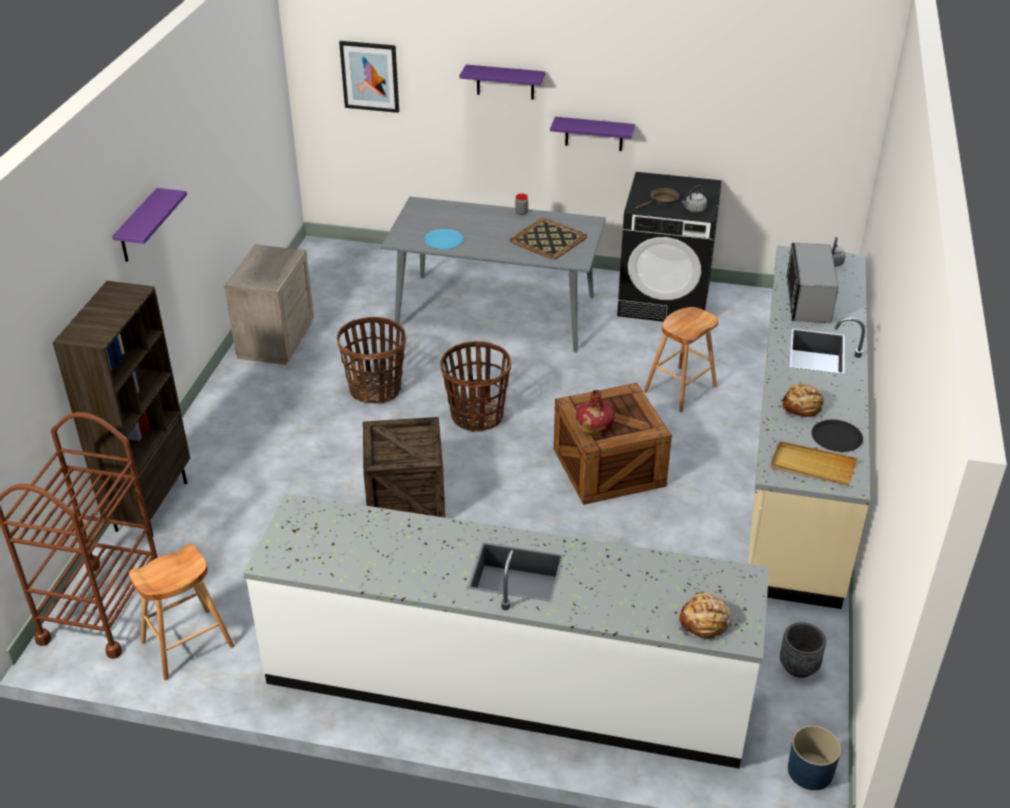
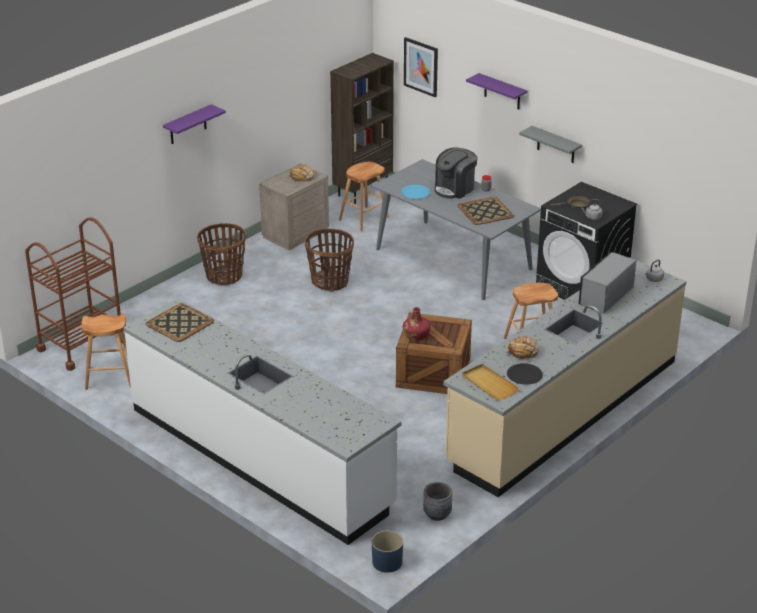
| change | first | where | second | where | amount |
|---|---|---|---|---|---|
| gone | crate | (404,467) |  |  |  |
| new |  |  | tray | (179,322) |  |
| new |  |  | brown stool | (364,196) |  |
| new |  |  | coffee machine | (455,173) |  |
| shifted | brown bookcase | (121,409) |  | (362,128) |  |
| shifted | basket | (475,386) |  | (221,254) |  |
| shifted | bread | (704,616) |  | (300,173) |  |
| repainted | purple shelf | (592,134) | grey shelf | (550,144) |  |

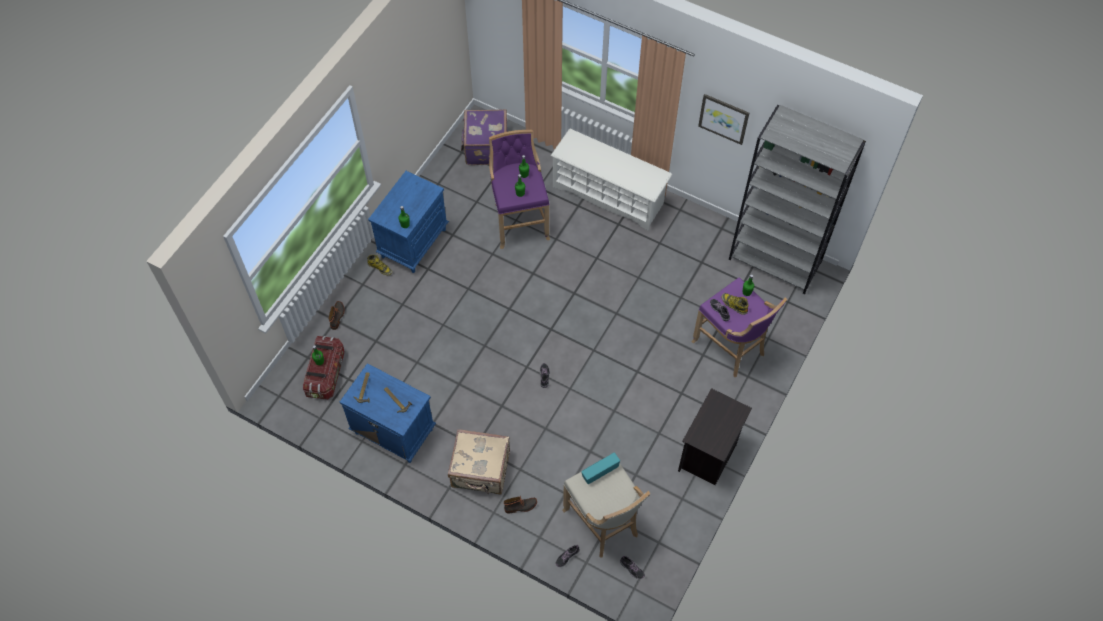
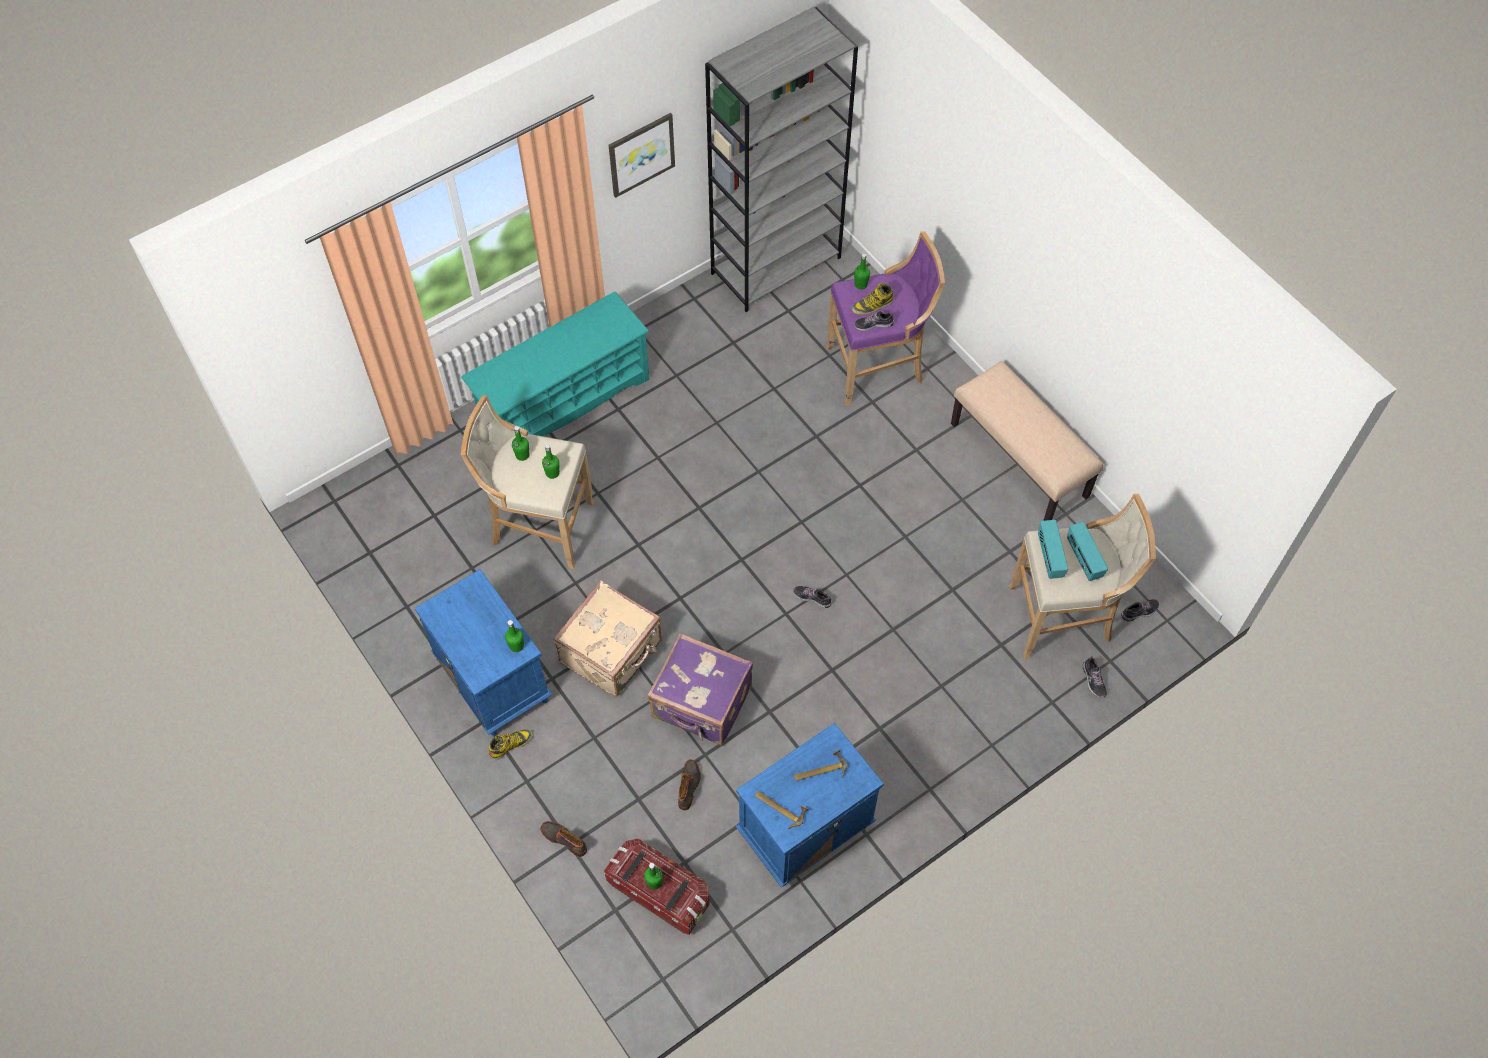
| change | first | where | second | where | amount |
|---|---|---|---|---|---|
| new |  |  | radio | (1087,551) |  |
| shifted | beige suitcase | (479,462) |  | (607,639) |  |
| shifted | purple suitcase | (484,137) |  | (700,690) |  |
| shifted | boot | (520,505) |  | (689,784) |  |
| swapped | black nightstand | (715,436) | beige bench | (1027,441) |  |
| repainted | purple stool | (519,189) | beige stool | (528,482) |  |
| repainted | white shoe rack | (611,180) | turquoise shoe rack | (555,364) |  |

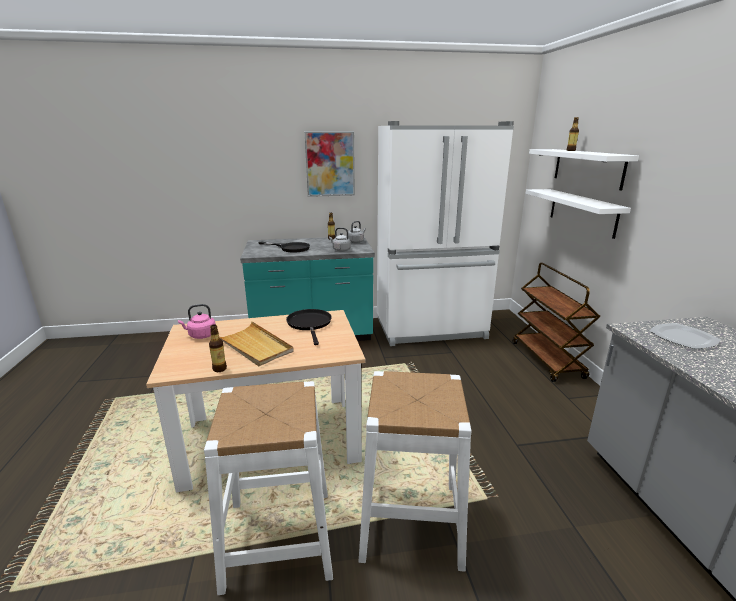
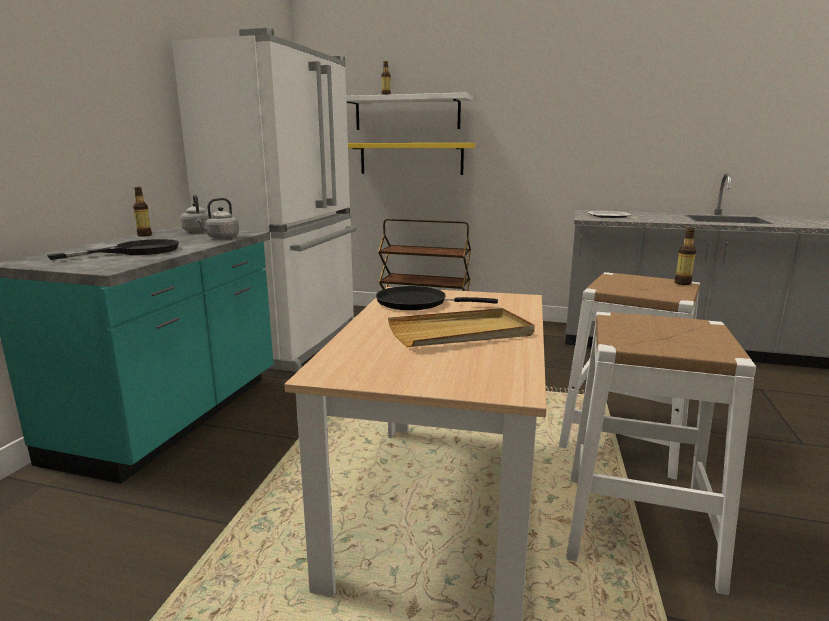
| change | first | where | second | where | amount |
|---|---|---|---|---|---|
| gone | pink kettle | (197,321) |  |  |  |
| gone | picture | (330,164) |  |  |  |
| shifted | bottle | (218,348) |  | (685,256) |  |
| repainted | white shelf | (578,214) | yellow shelf | (411,159) |  |

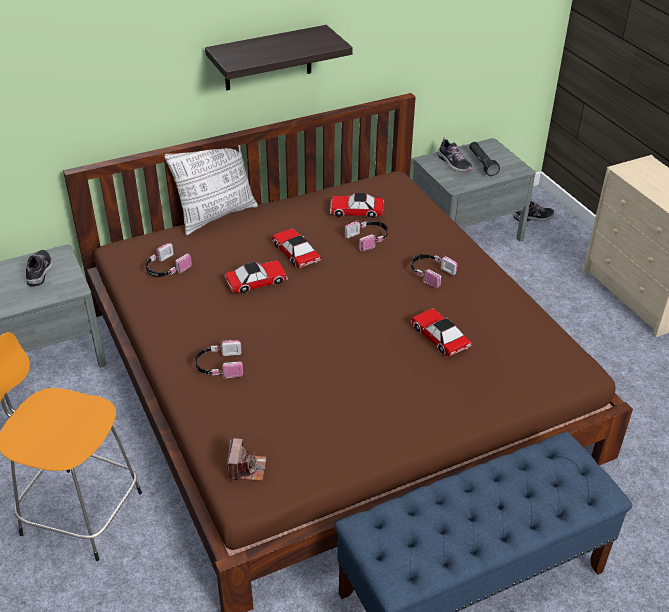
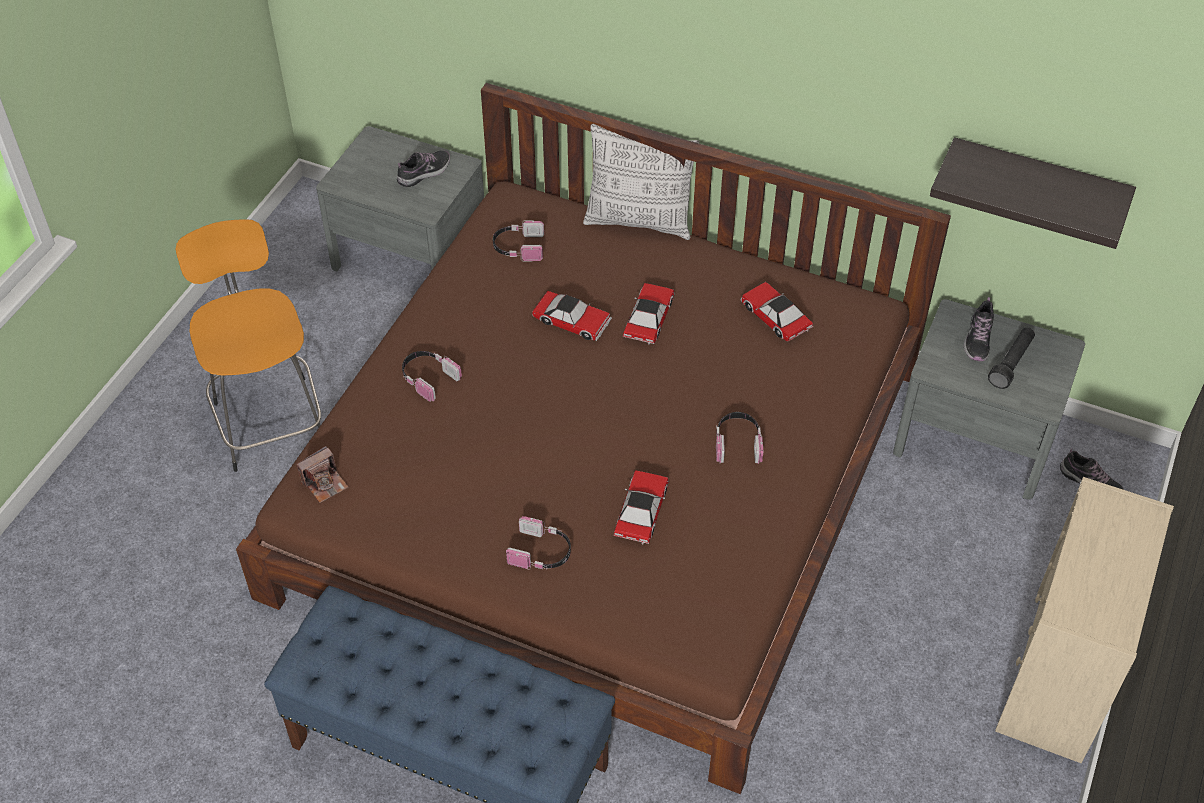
| change | first | where | second | where | amount |
|---|---|---|---|---|---|
| shifted | shelf | (279,57) |  | (1033,193) |  |
| shifted | headphones | (366,236) |  | (538,542) |  |

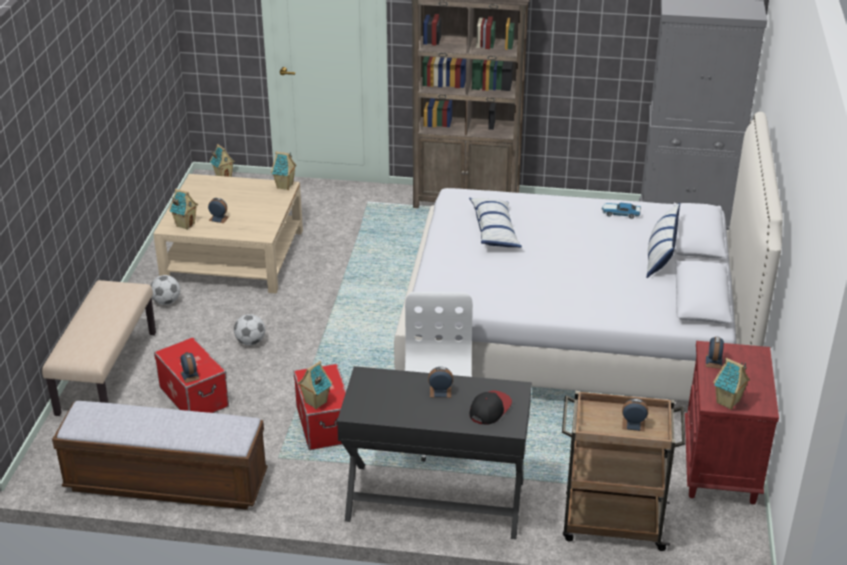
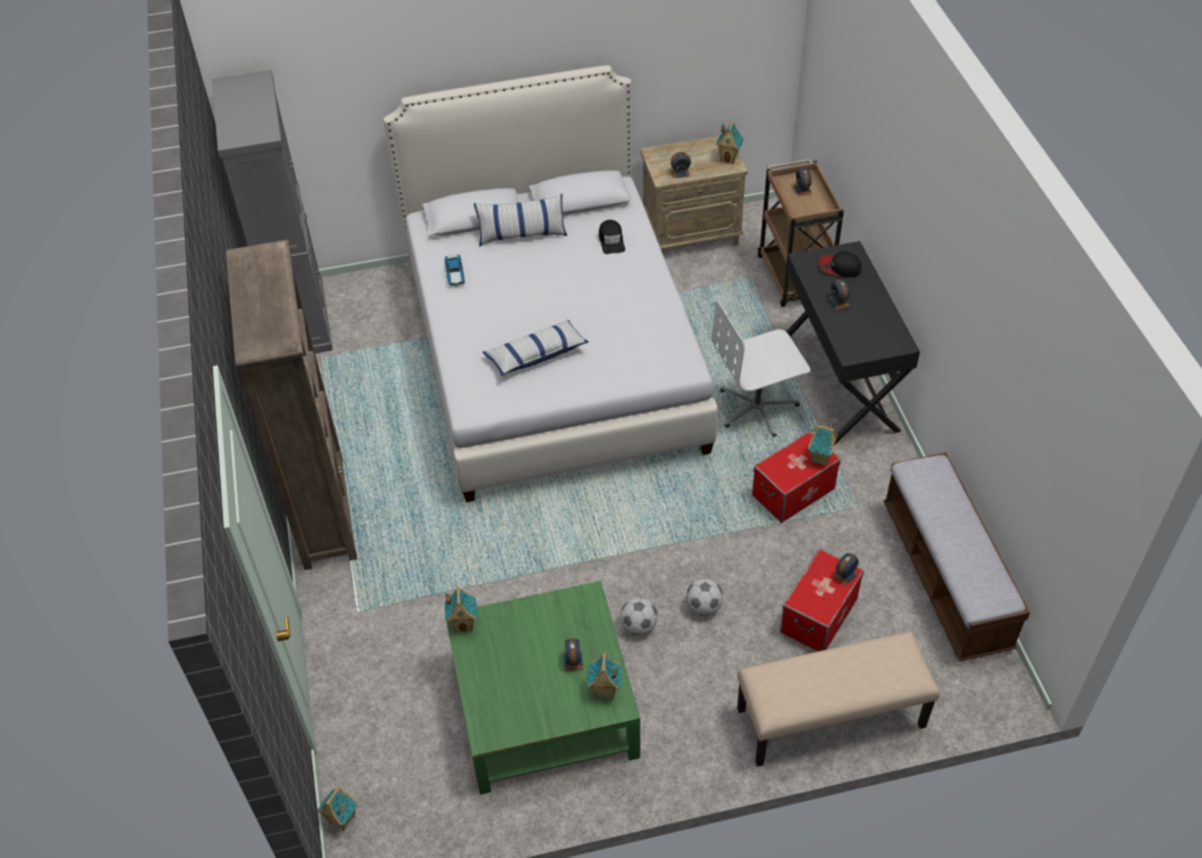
| change | first | where | second | where | amount |
|---|---|---|---|---|---|
| new |  |  | black cap | (612,237) |  |
| shifted | football | (165,290) |  | (639,616) |  |
| repainted | beige coffee table | (228,234) | green coffee table | (543,688) |  |
| repainted | red nightstand | (732,422) | beige nightstand | (694,194) |  |

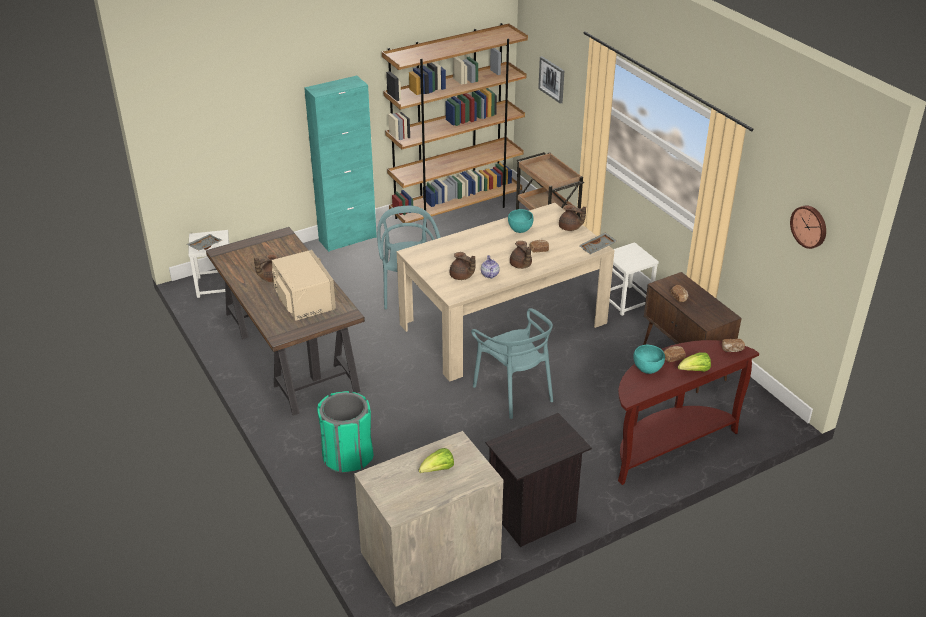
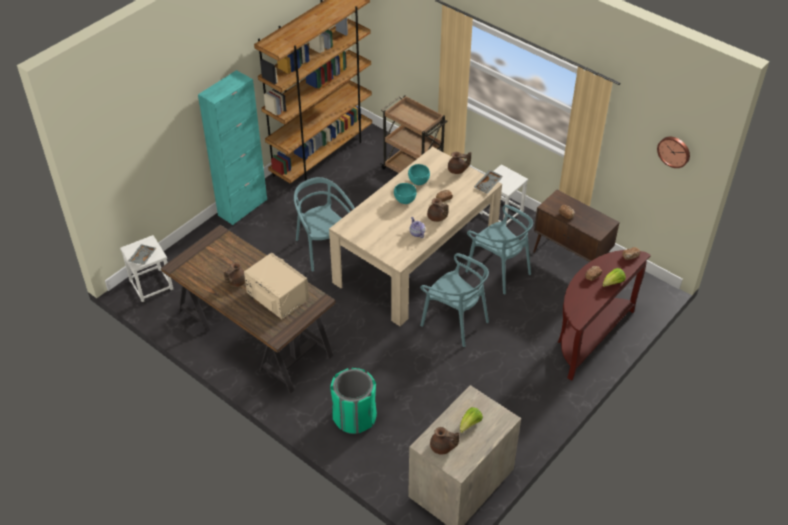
| change | first | where | second | where | amount |
|---|---|---|---|---|---|
| gone | black nightstand | (539,480) |  |  |  |
| gone | picture | (551,80) |  |  |  |
| new |  |  | turquoise chair | (499,249) |  |
| shifted | brown teapot | (463,266) |  | (445,441) |  |
| shifted | turquoise bowl | (649,359) |  | (405,193) |  |

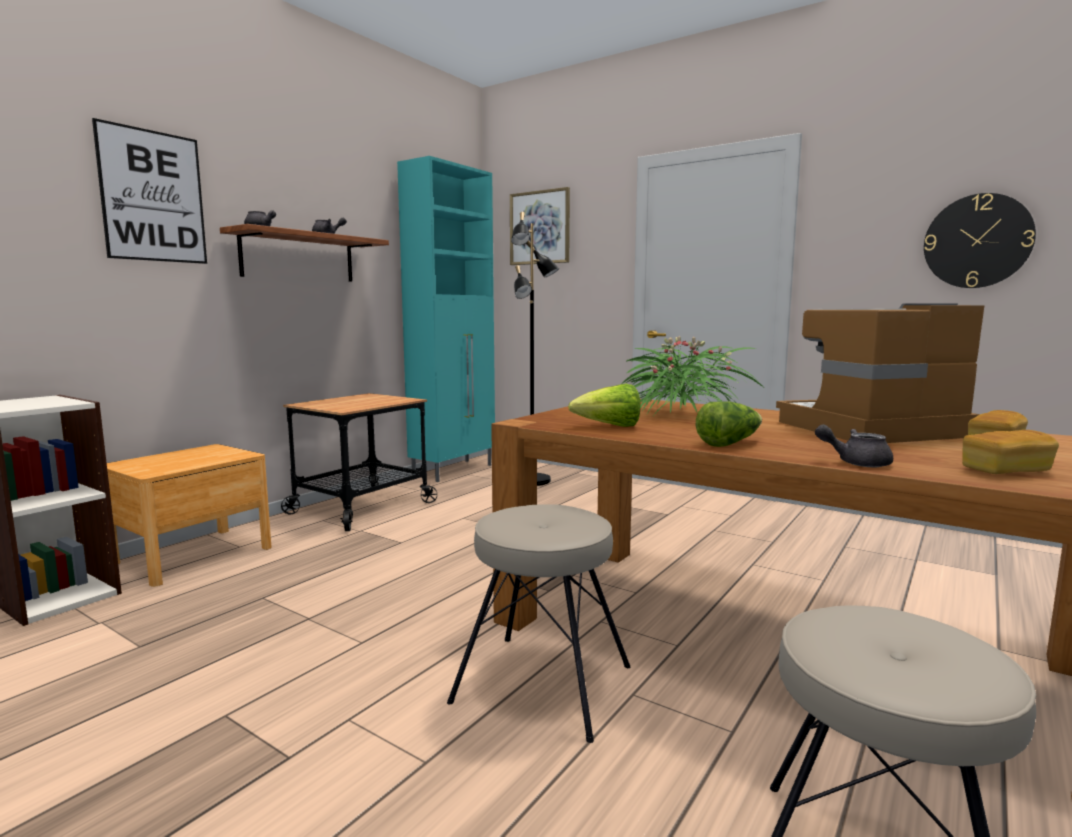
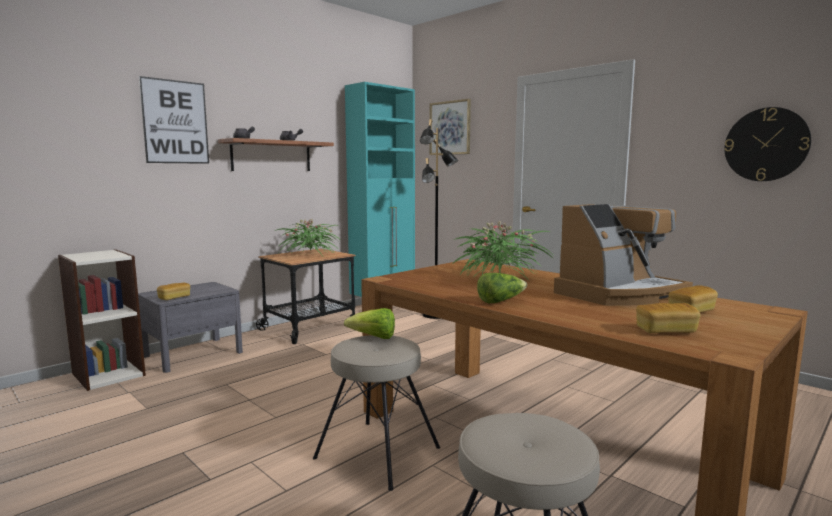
| change | first | where | second | where | amount |
|---|---|---|---|---|---|
| gone | grey teapot | (854,445) |  |  |  |
| new |  |  | bread | (173,291) |  |
| new |  |  | potted plant | (307,237) |  |
| shifted | lettuce | (604,405) |  | (369,323) |  |
| repainted | brown nightstand | (189,515) | grey nightstand | (190,327) |  |
| rotated | coffee machine | (880,373) |  | (623,255) | 150 degrees clockwise |

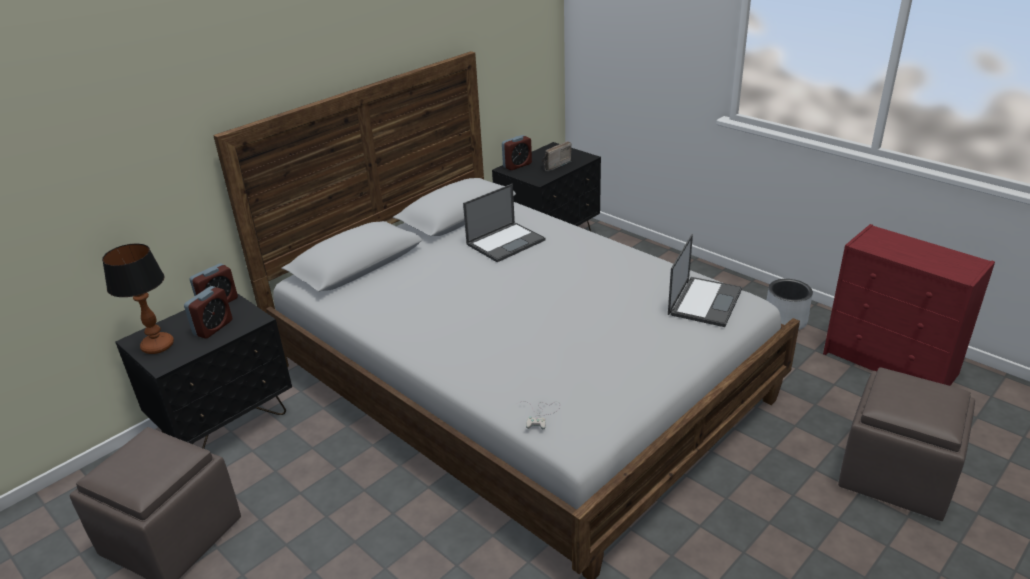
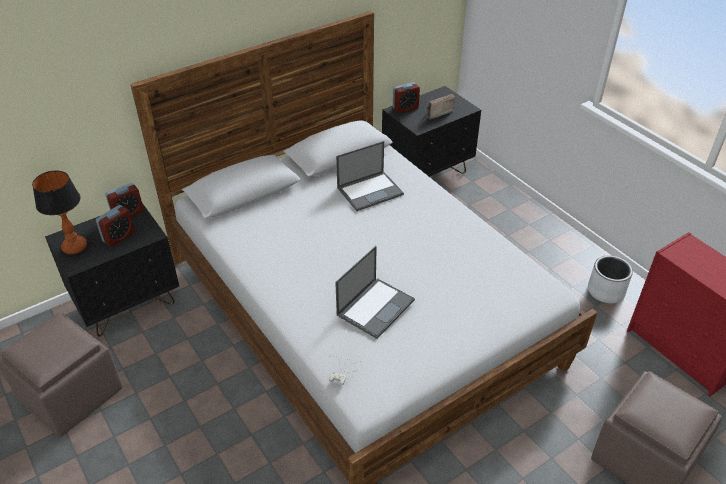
| change | first | where | second | where | amount |
|---|---|---|---|---|---|
| shifted | laptop | (705,280) |  | (375,292) |  |

